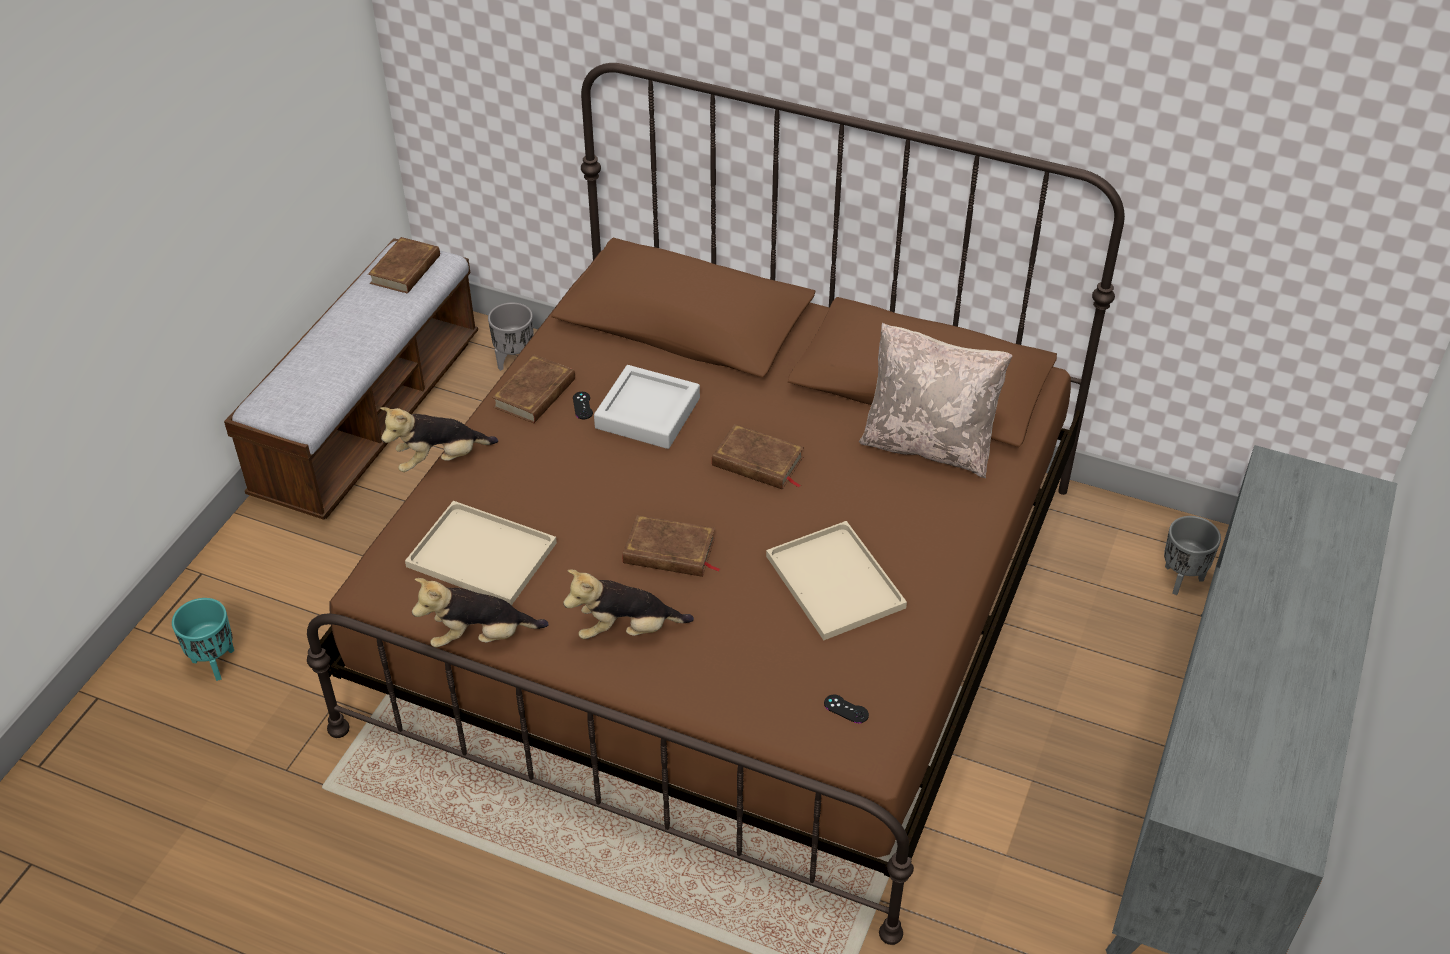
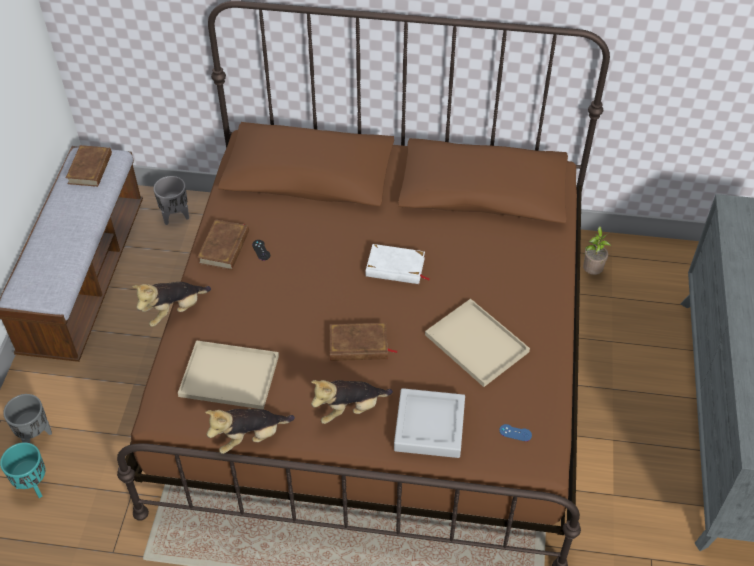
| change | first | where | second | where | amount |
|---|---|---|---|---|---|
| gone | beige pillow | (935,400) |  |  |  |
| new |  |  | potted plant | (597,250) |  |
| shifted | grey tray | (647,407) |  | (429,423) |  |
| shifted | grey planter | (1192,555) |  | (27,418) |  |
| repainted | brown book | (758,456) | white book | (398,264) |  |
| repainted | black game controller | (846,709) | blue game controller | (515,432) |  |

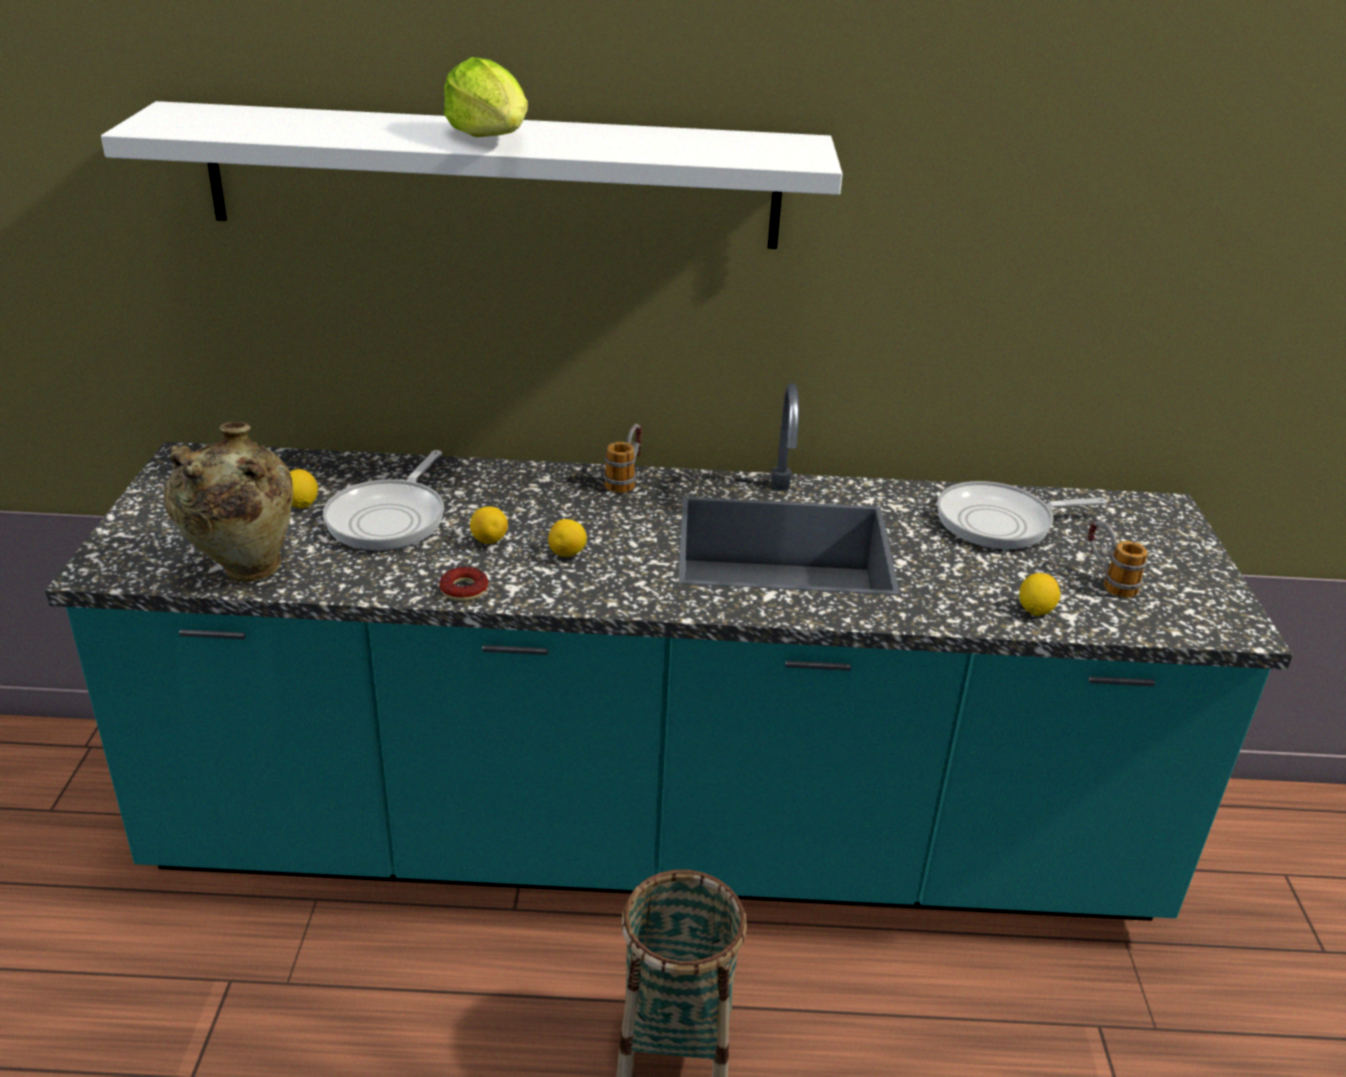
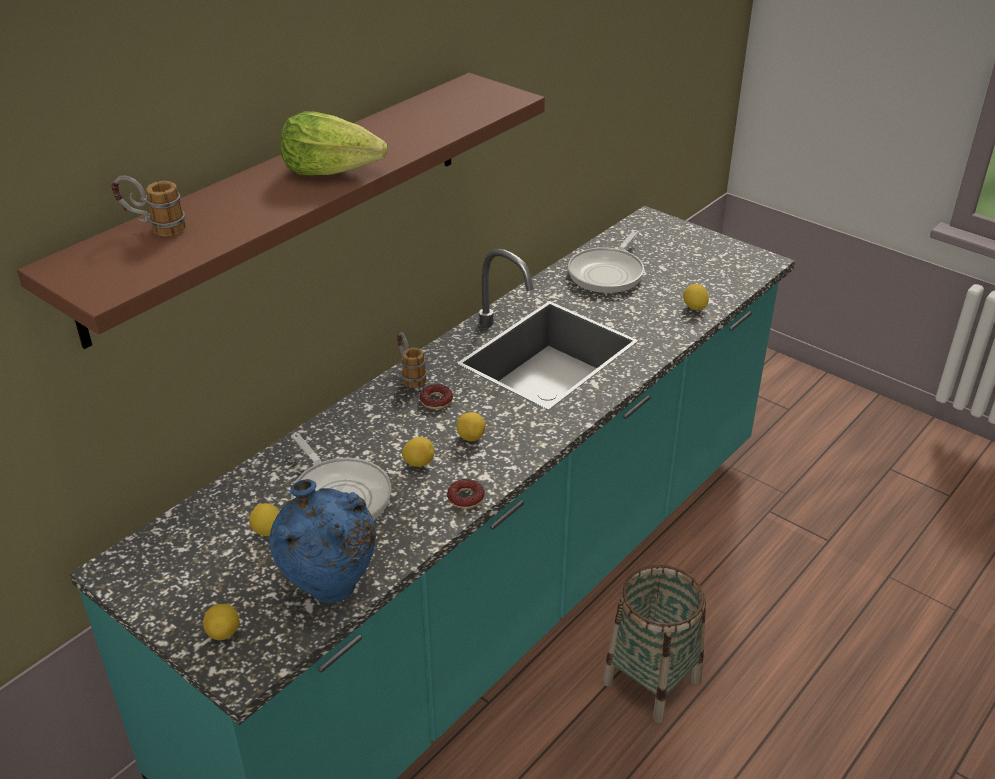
| change | first | where | second | where | amount |
|---|---|---|---|---|---|
| new |  |  | lemon | (221,622) |  |
| new |  |  | donut | (436,396) |  |
| shifted | mug | (1118,559) |  | (148,206) |  |
| repainted | white shelf | (472,175) | brown shelf | (281,211) |  |
| repainted | beige vase | (228,502) | blue vase | (323,541) |  |

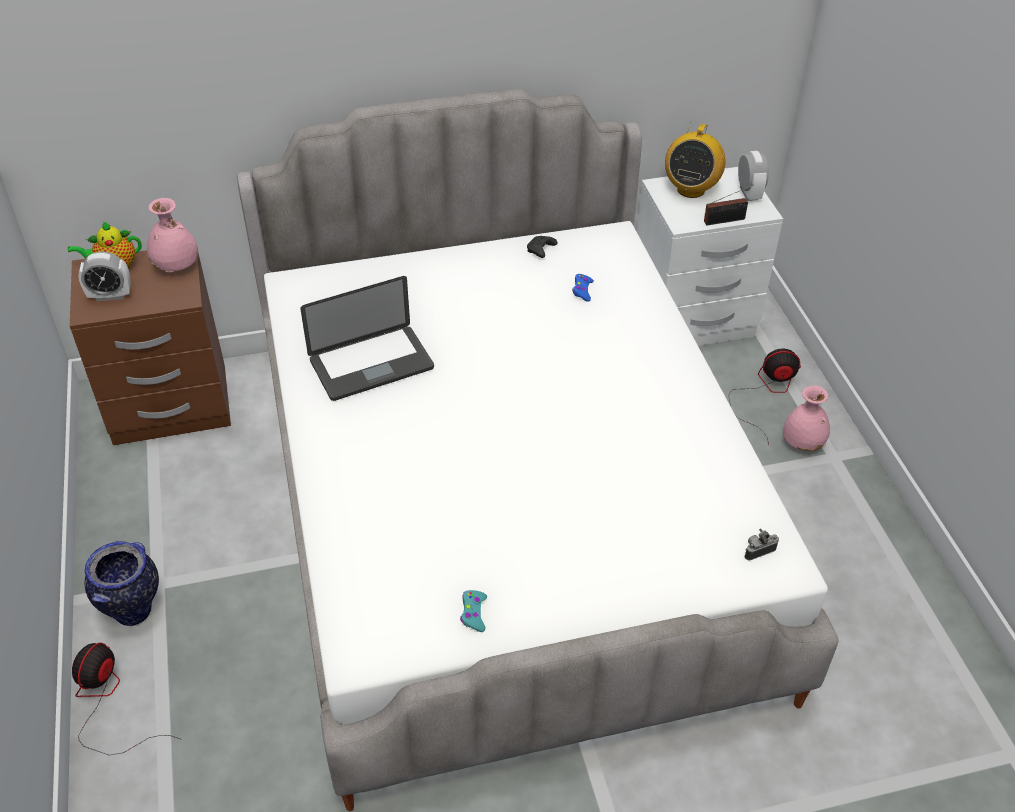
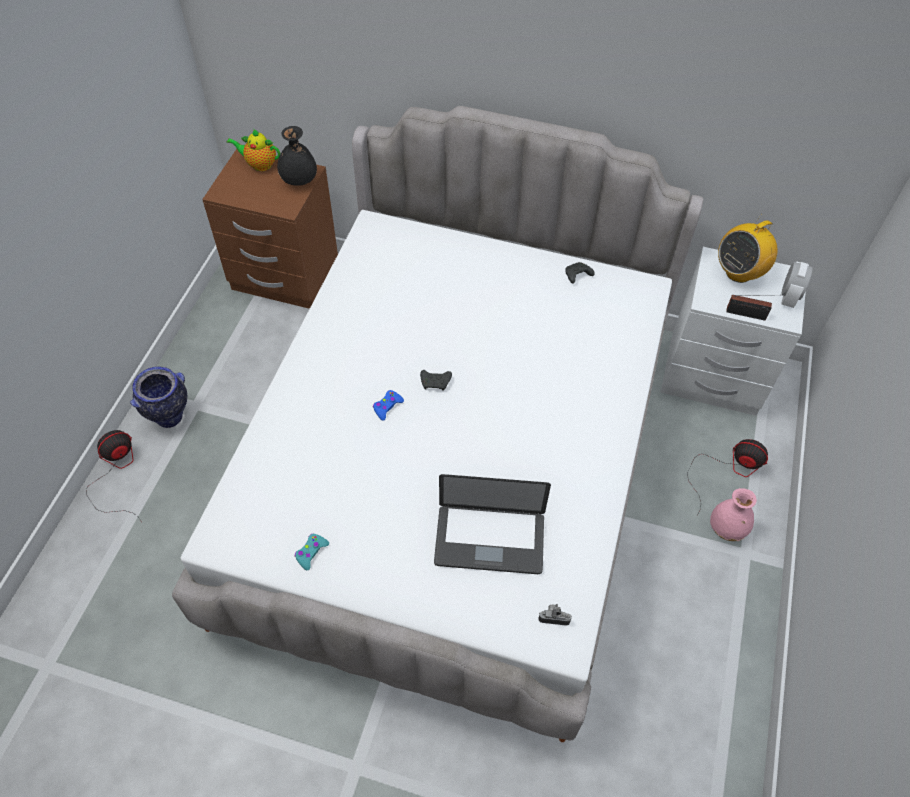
| change | first | where | second | where | amount |
|---|---|---|---|---|---|
| gone | alarm clock | (104,276) |  |  |  |
| new |  |  | black game controller | (436,380) |  |
| shifted | laptop | (367,338) |  | (492,524) |  |
| shifted | blue game controller | (583,288) |  | (388,405) |  |
| repainted | pink vase | (172,235) | black vase | (297,156) |  |

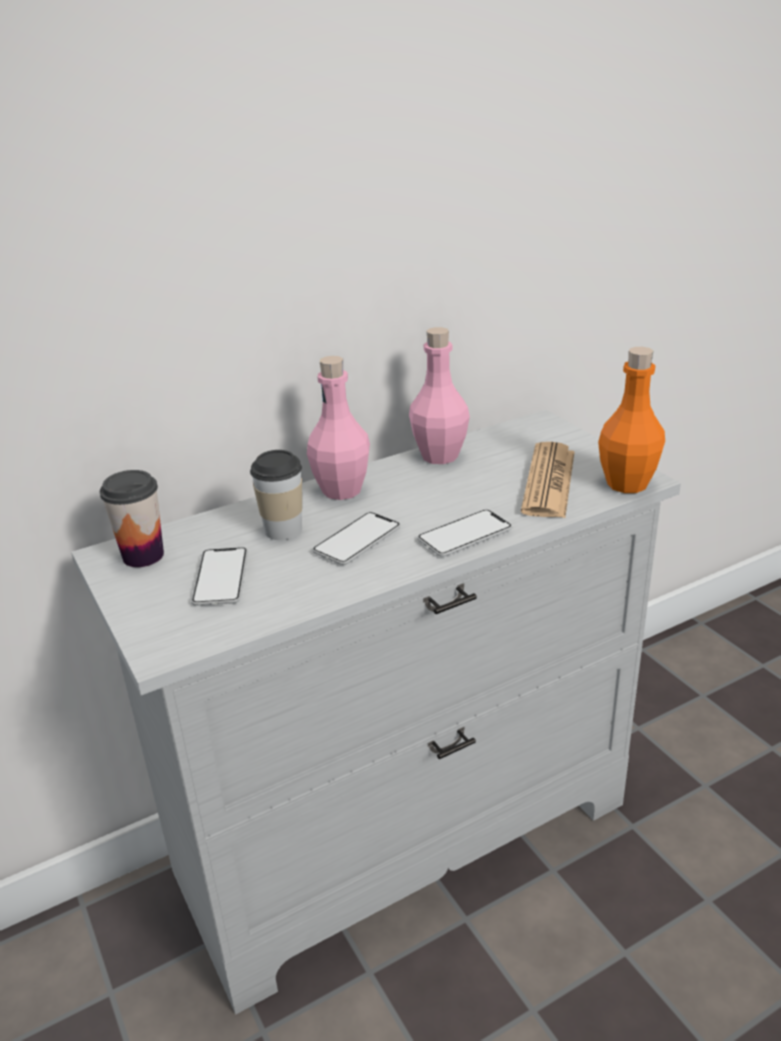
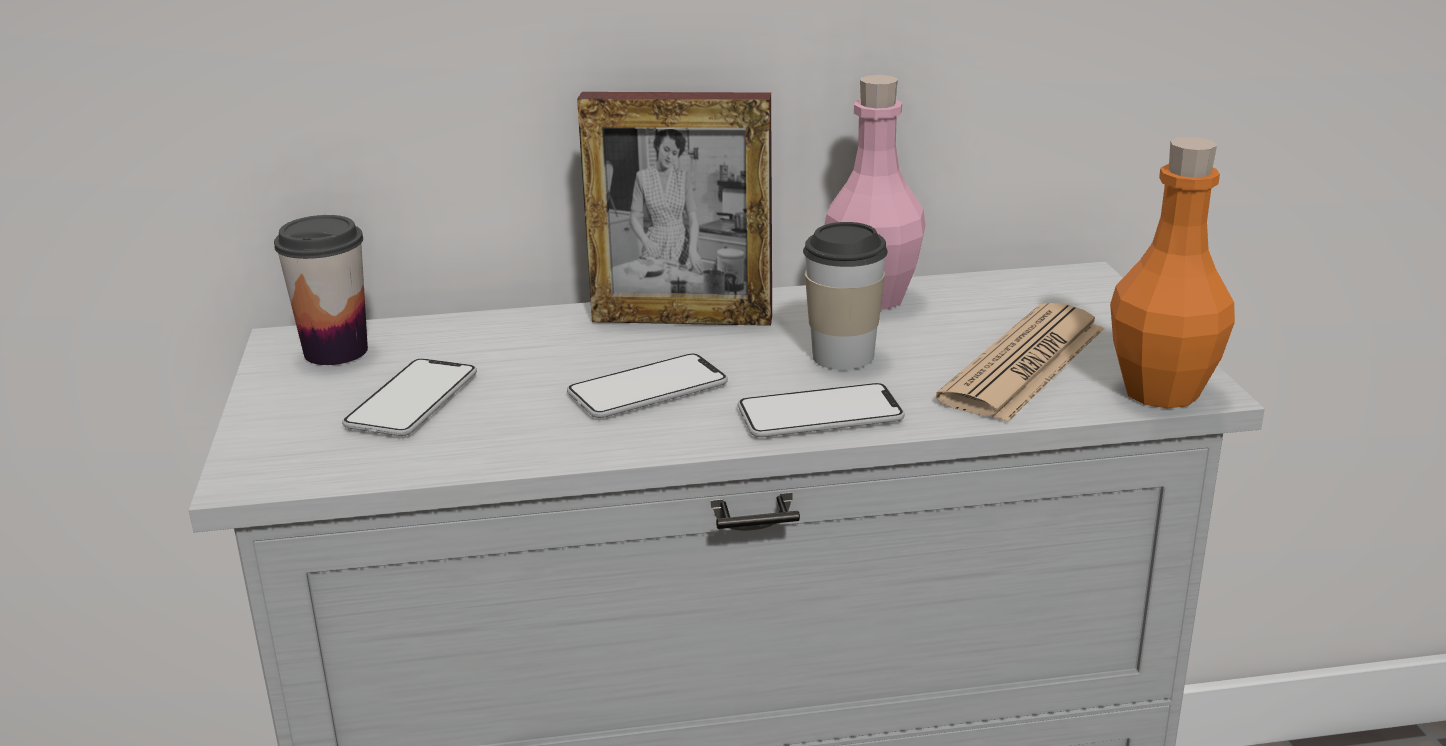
| change | first | where | second | where | amount |
|---|---|---|---|---|---|
| shifted | cup | (276,495) |  | (845,296) |  |
| swapped | pink bottle | (338,428) | picture frame | (674,209) |  |

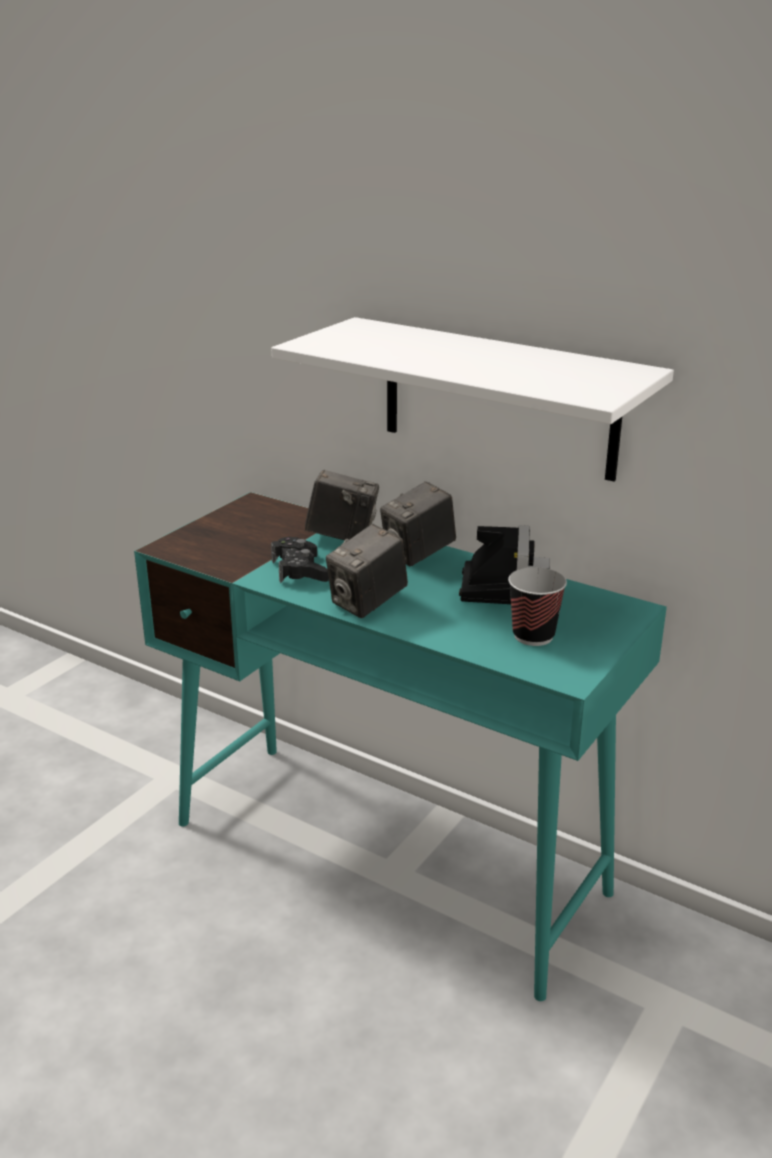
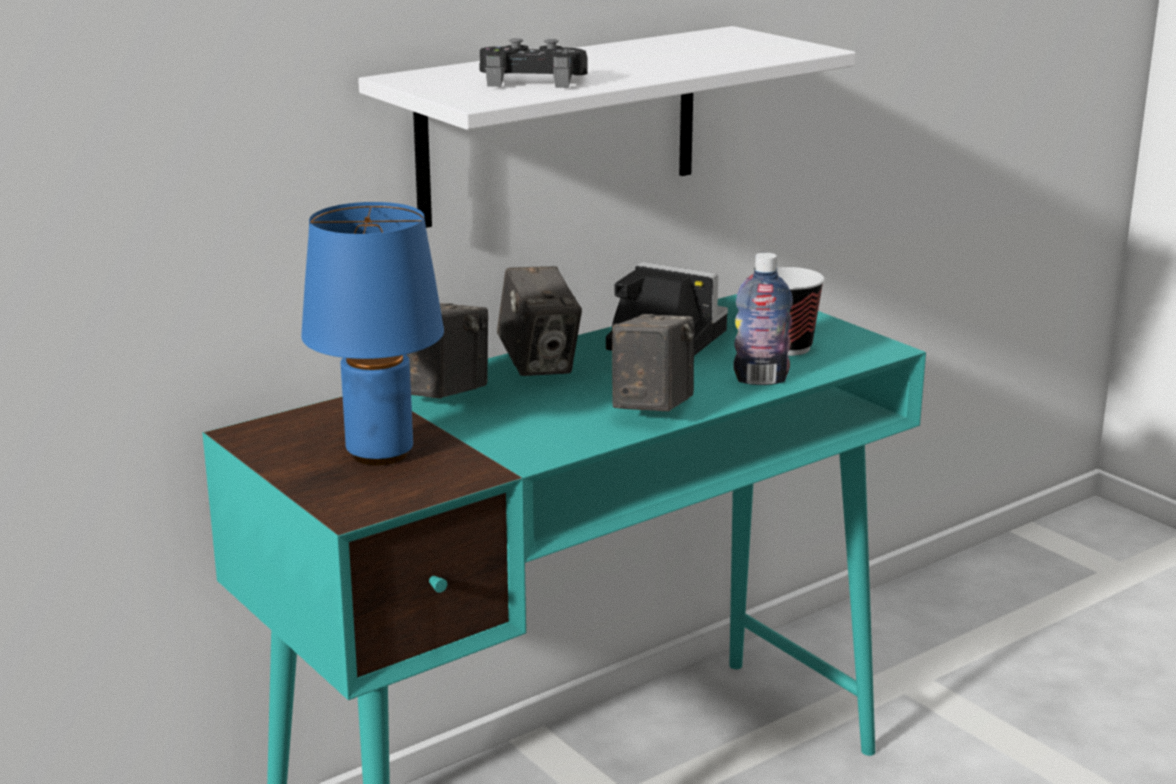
| change | first | where | second | where | amount |
|---|---|---|---|---|---|
| new |  |  | blue table lamp | (372,333) |  |
| new |  |  | bottle | (763,319) |  |
| shifted | black game controller | (300,560) |  | (533,63) |  |
| rotated | photo camera | (367,571) |  | (653,362) | 135 degrees counterclockwise |

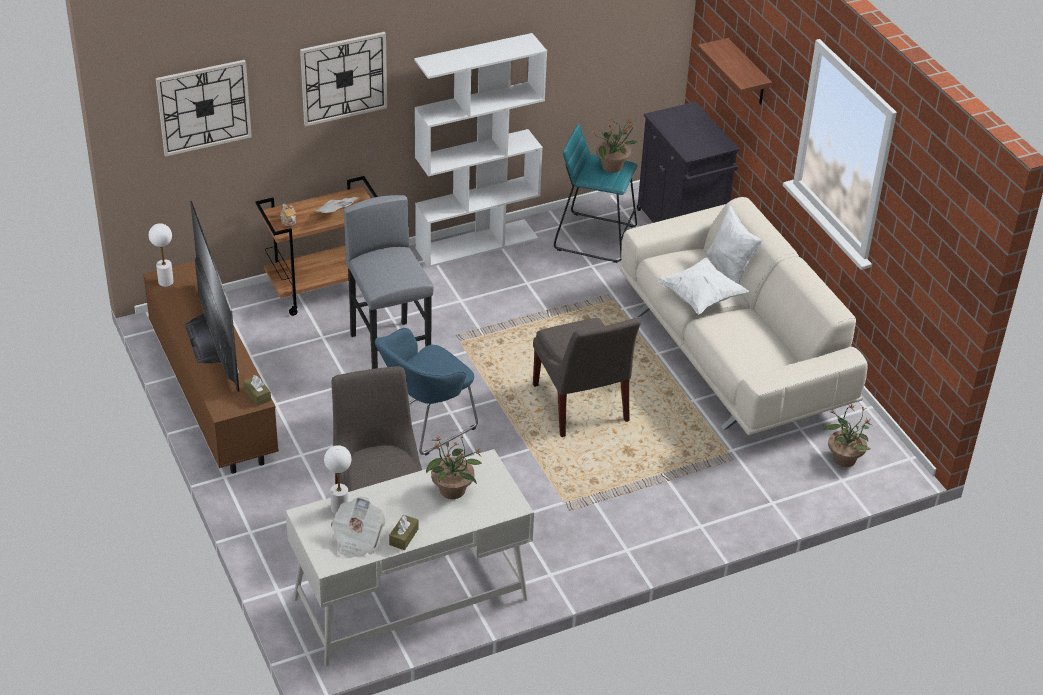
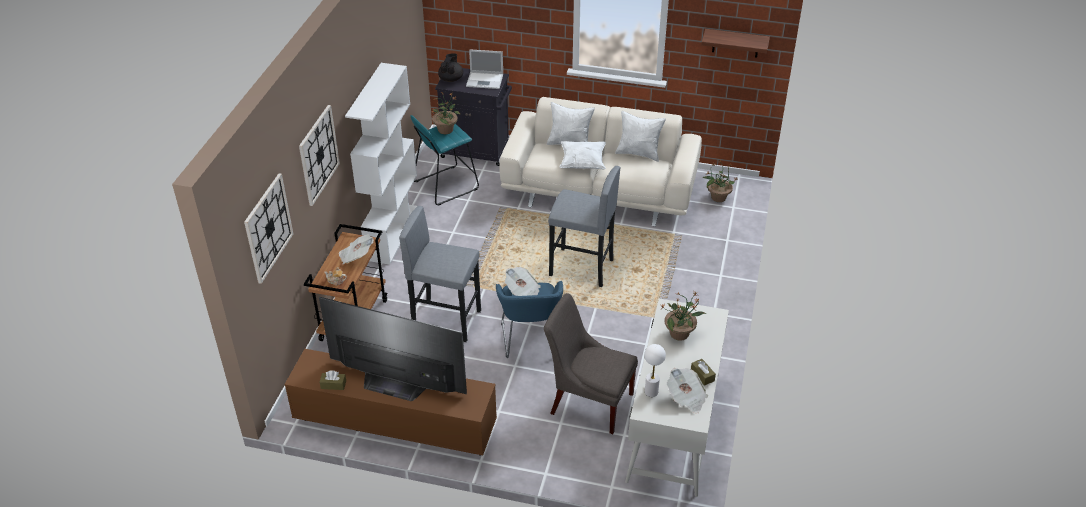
| change | first | where | second | where | amount |
|---|---|---|---|---|---|
| gone | white table lamp | (161,255) |  |  |  |
| new |  |  | black teapot | (450,67) |  |
| new |  |  | laptop | (484,69) |  |
| new |  |  | newspaper | (523,281) |  |
| new |  |  | white pillow | (640,136) |  |
| shifted | brown tissue box | (257,390) |  | (333,380) |  |
| shifted | shelf | (734,71) |  | (735,43) |  |
| swapped | grey chair | (587,377) | grey stool | (584,226) |  |

